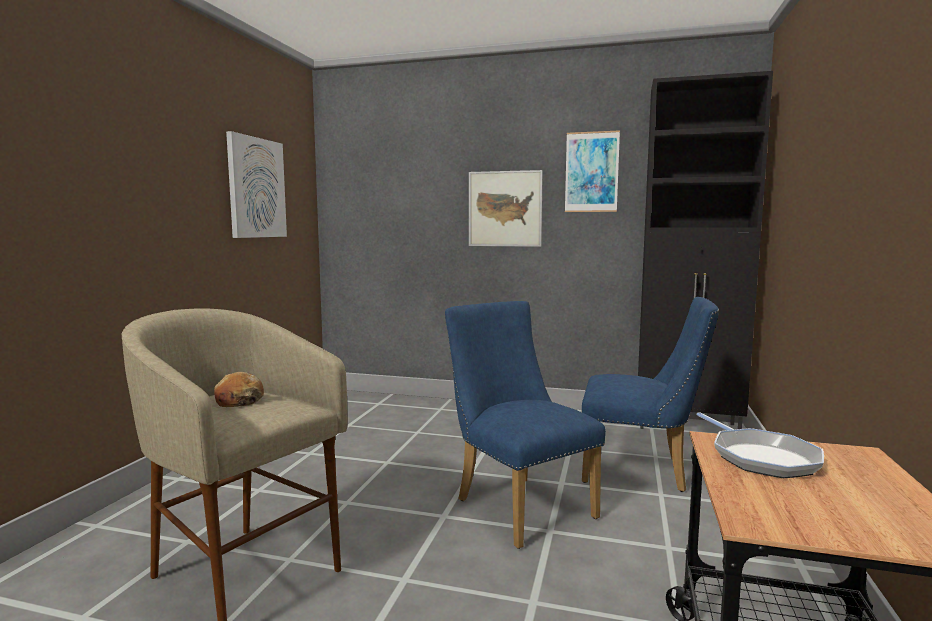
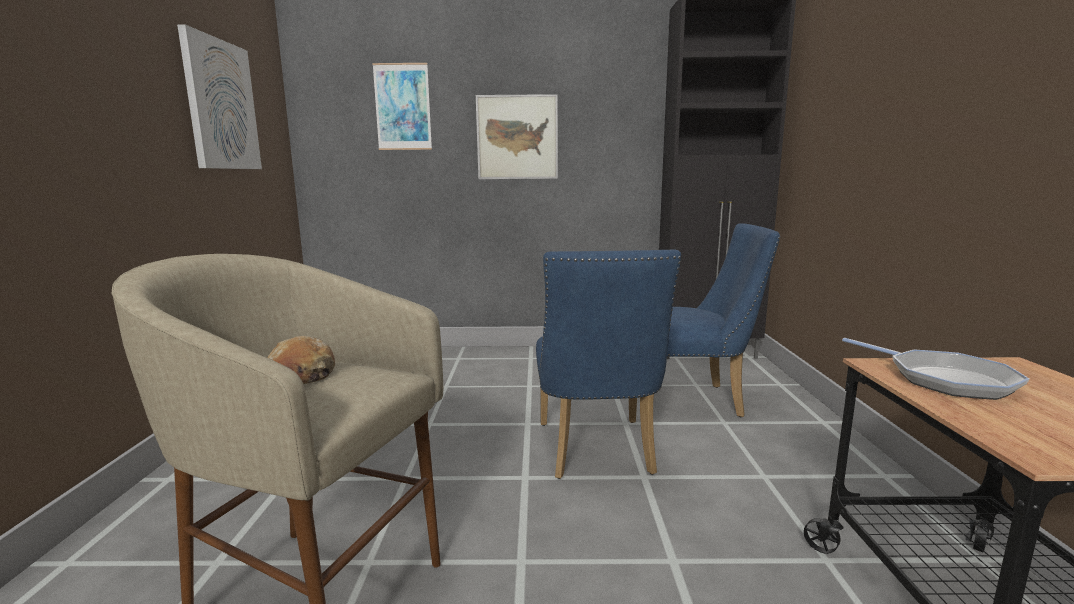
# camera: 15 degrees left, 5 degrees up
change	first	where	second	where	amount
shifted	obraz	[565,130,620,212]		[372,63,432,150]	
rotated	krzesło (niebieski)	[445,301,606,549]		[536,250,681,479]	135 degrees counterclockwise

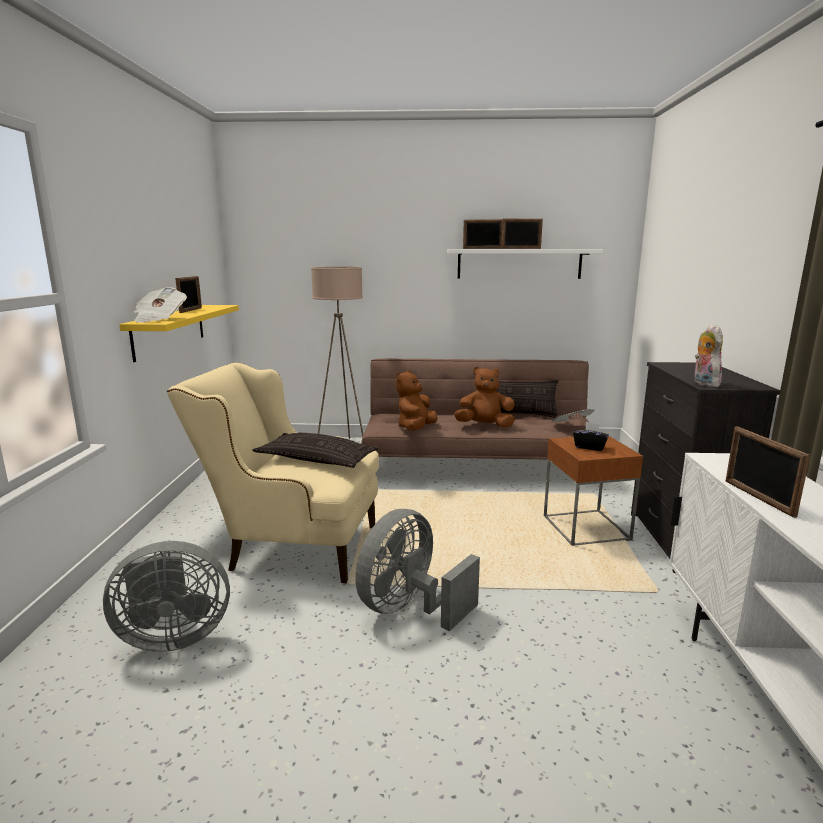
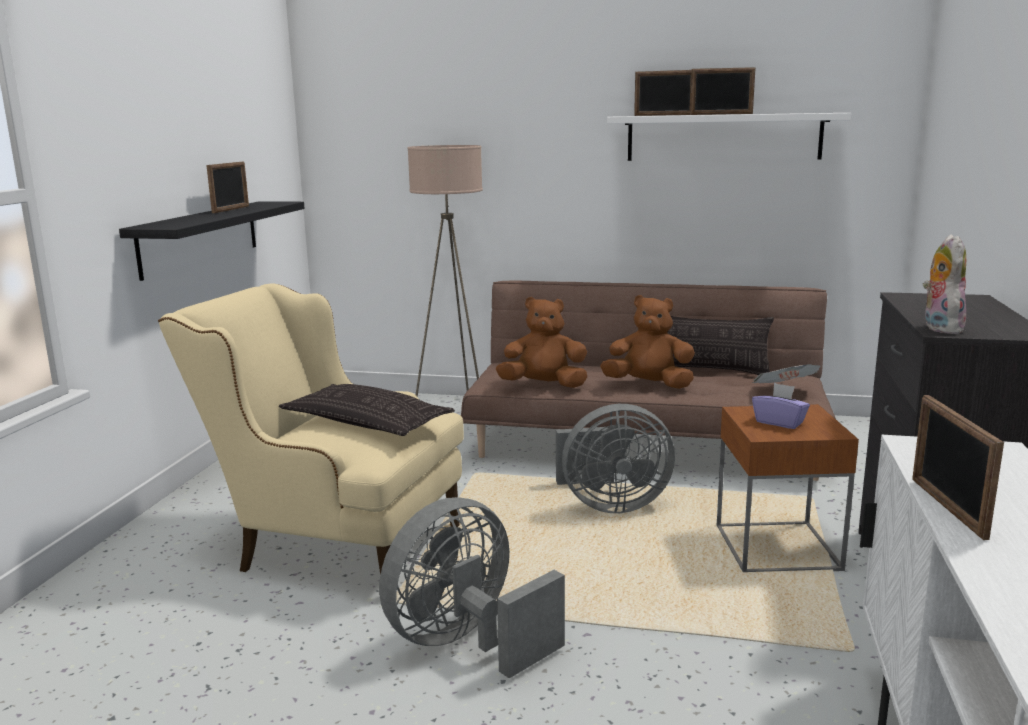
# camera: 10 degrees right, 0 degrees up
change	first	where	second	where	amount
repainted	półka (żółty)	[119,305,239,362]	półka (czarny)	[119,201,305,281]	
rotated	pluszak (brązowy)	[396,370,437,431]		[496,297,587,388]	60 degrees clockwise
shifted	wentylator (szary)	[103,541,230,652]		[556,404,675,513]	
repainted	pudełko chusteczek (czarny)	[573,422,609,451]	pudełko chusteczek (fioletowy)	[752,383,810,429]	
gone	gazeta	[134,287,187,323]			

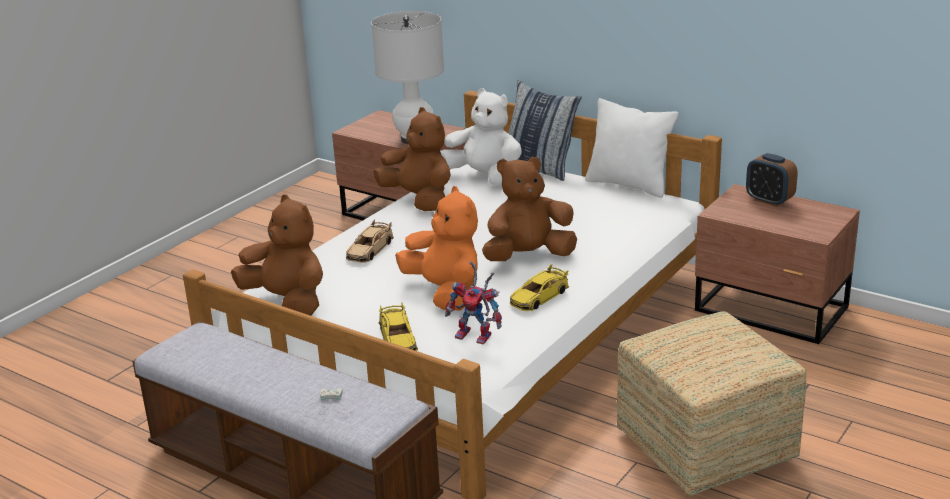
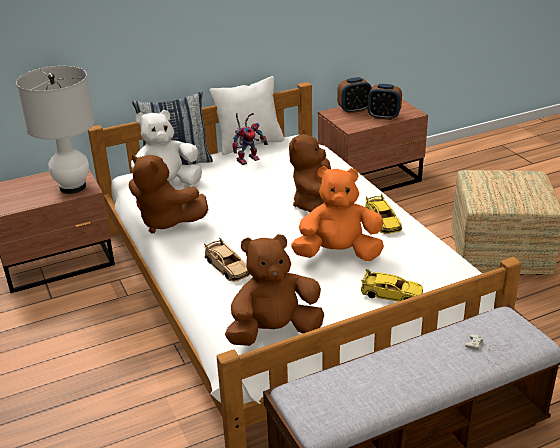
# camera: 60 degrees left, 5 degrees up
change	first	where	second	where	amount
rotated	pluszak (brązowy)	[373,107,451,211]		[129,155,208,234]	135 degrees counterclockwise
shifted	robot zabawkowy	[445,261,502,344]		[232,113,268,165]	
new			budzik	[368,84,402,120]	

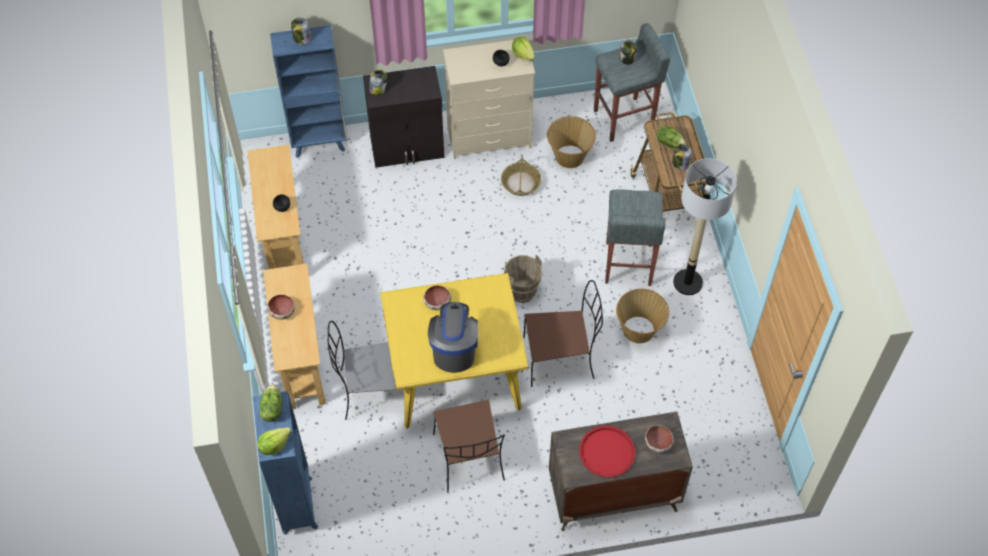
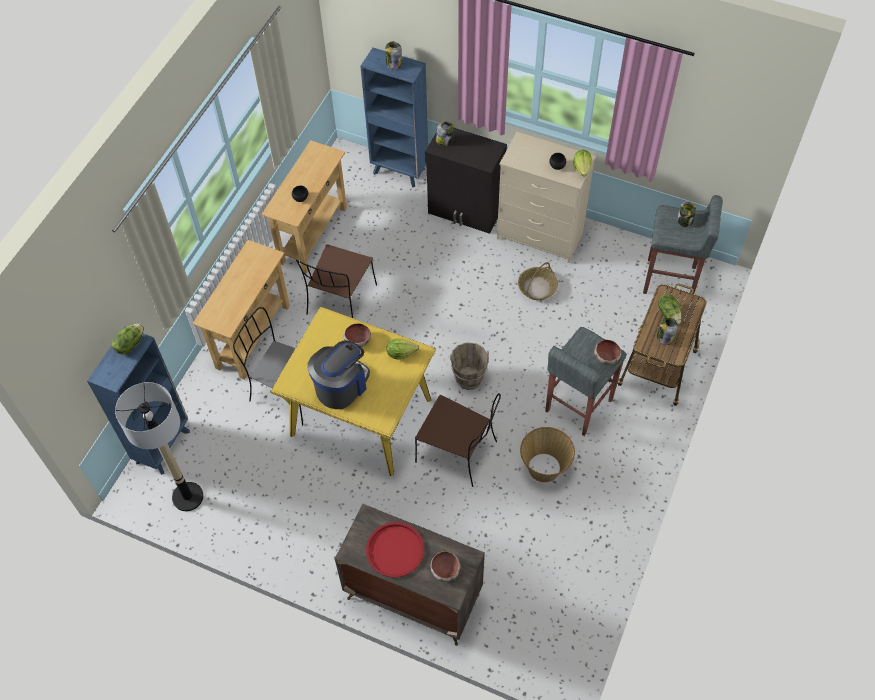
# camera: 35 degrees right, 0 degrees up
change	first	where	second	where	amount
shifted	lampa stojąca	[673,159,737,295]		[115,382,204,511]	
shifted	krzesło (brązowy)	[433,400,505,493]		[296,244,377,318]	
shifted	sałata	[257,427,291,455]		[387,339,419,359]	
shifted	miska	[267,295,295,320]		[594,340,621,365]	
gone	koszyk	[547,116,596,168]			

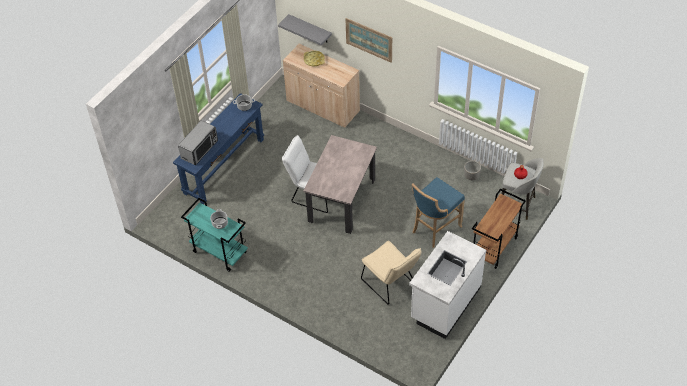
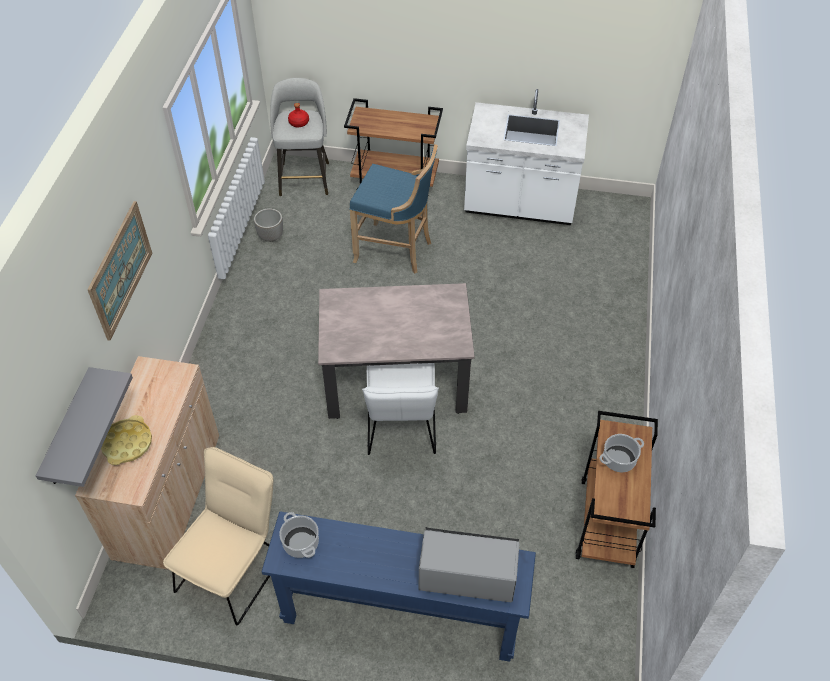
# camera: 115 degrees left, 0 degrees up
change	first	where	second	where	amount
shifted	krzesło (beżowy)	[361,241,421,305]		[163,447,274,625]	
repainted	wózek (turkusowy)	[181,198,248,272]	wózek (brązowy)	[576,411,658,568]	

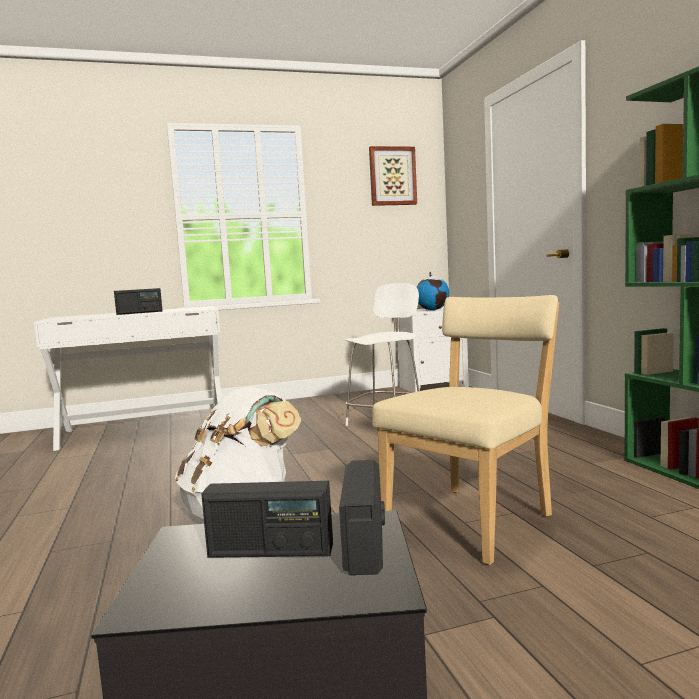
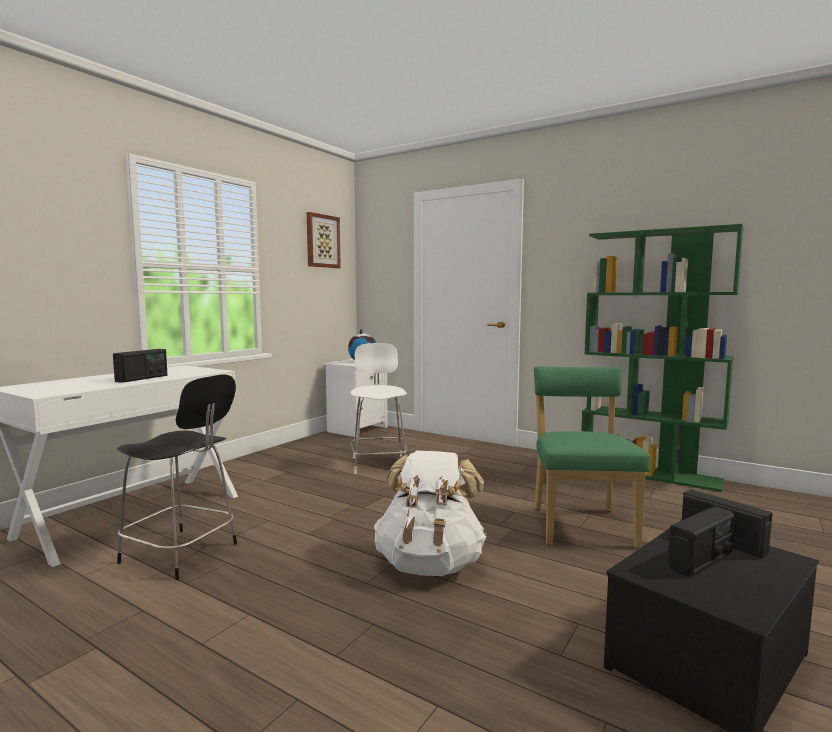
# camera: 40 degrees left, 0 degrees up
change	first	where	second	where	amount
new			krzesło (czarny)	[117,374,237,580]	
repainted	krzesło (beżowy)	[372,295,559,565]	krzesło (zielony)	[534,366,650,548]	

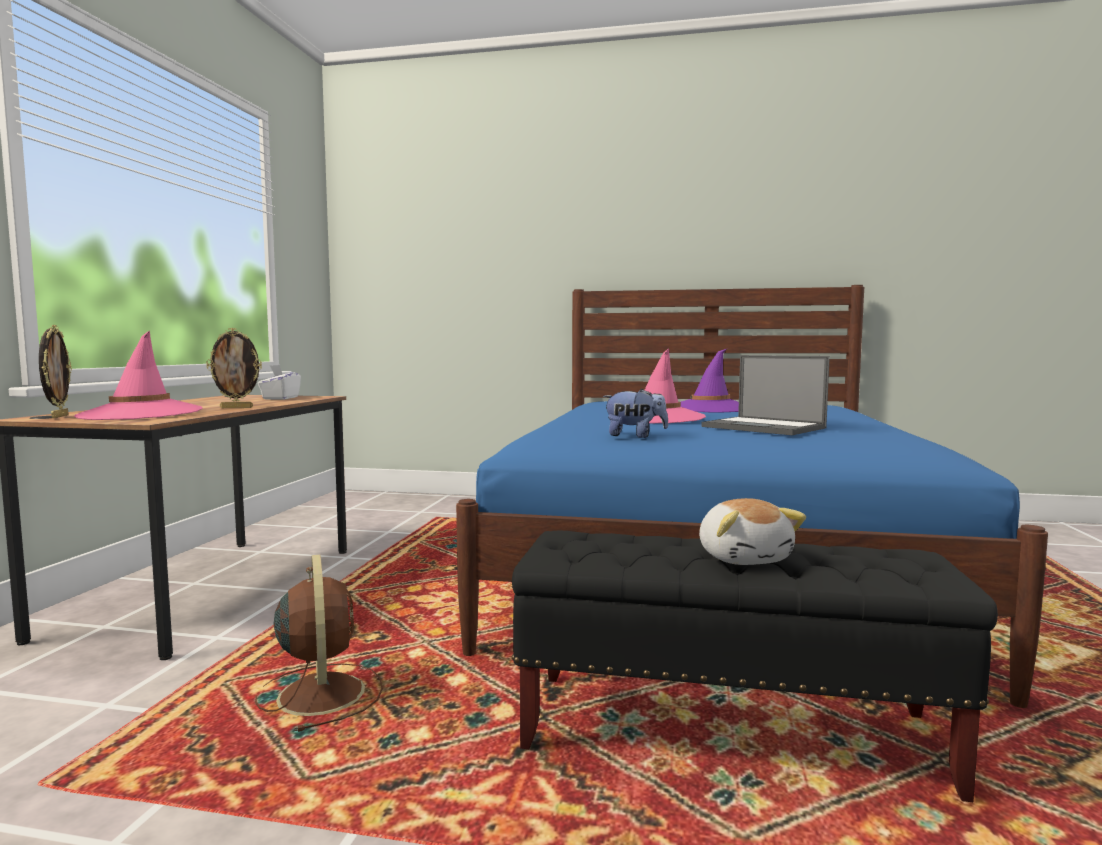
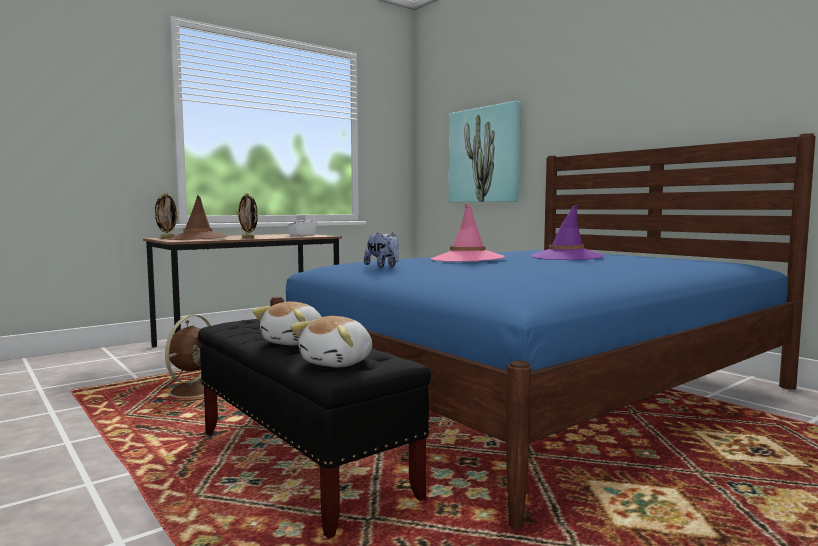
# camera: 40 degrees right, 0 degrees up
change	first	where	second	where	amount
repainted	kapelusz (różowy)	[74,330,203,420]	kapelusz (brązowy)	[167,195,228,240]	
new			pluszak	[290,316,372,367]	
new			obraz	[449,101,521,202]	
gone	laptop	[701,355,830,435]			

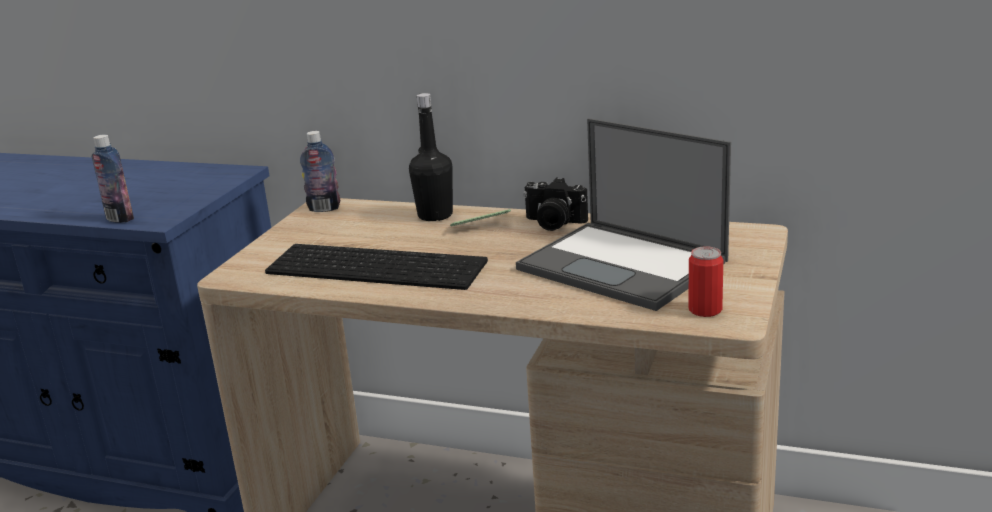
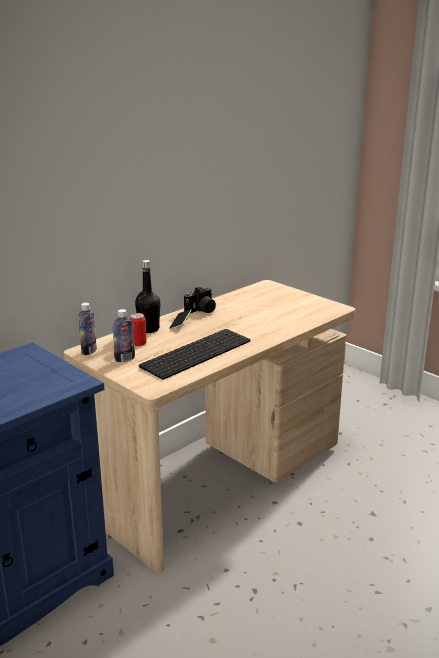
# camera: 65 degrees left, 0 degrees up
change	first	where	second	where	amount
shifted	butelka	[91,134,134,223]		[113,309,135,362]	
shifted	puszka	[688,246,723,317]		[130,313,147,346]	
gone	laptop	[516,118,731,311]			

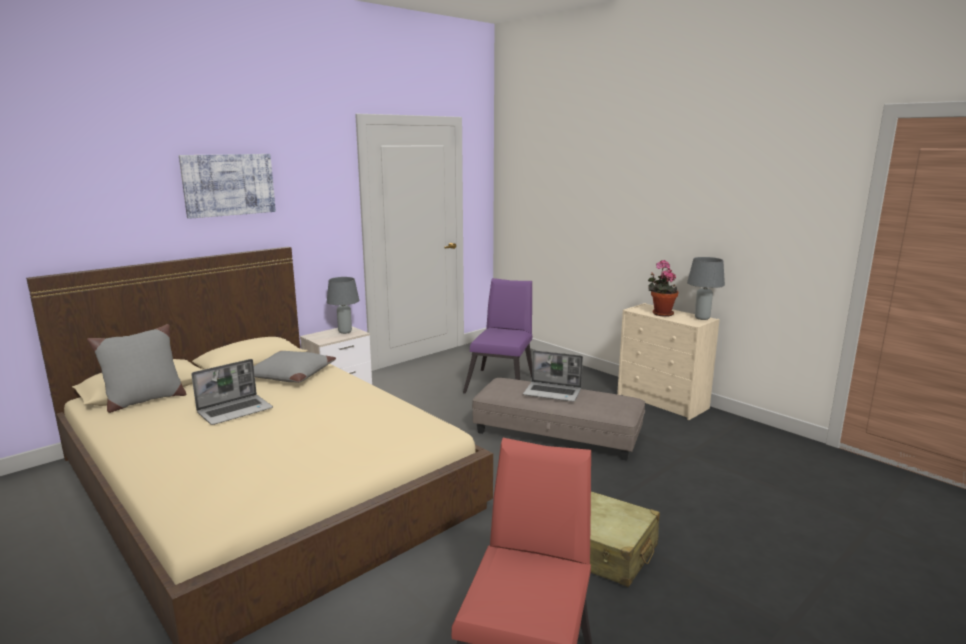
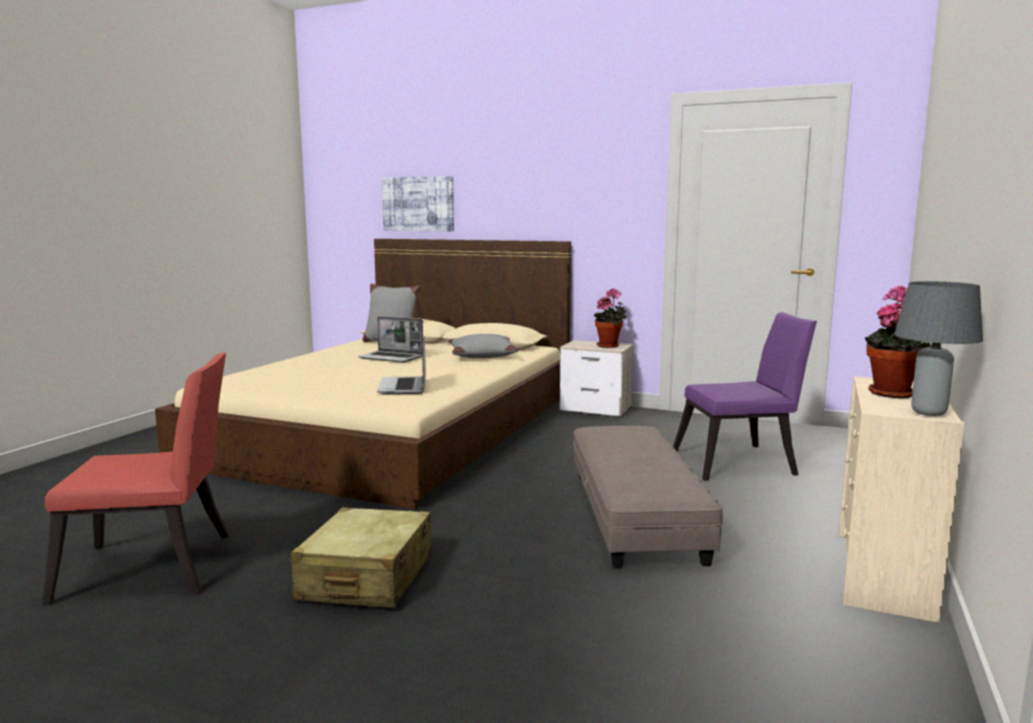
# camera: 65 degrees right, 5 degrees down
change	first	where	second	where	amount
shifted	laptop	[523,350,583,402]		[377,337,426,394]	
shifted	obraz	[179,154,276,219]		[382,176,454,231]	
swapped	lampa stołowa (szary)	[327,277,359,334]	roślina doniczkowa	[594,288,626,348]	

